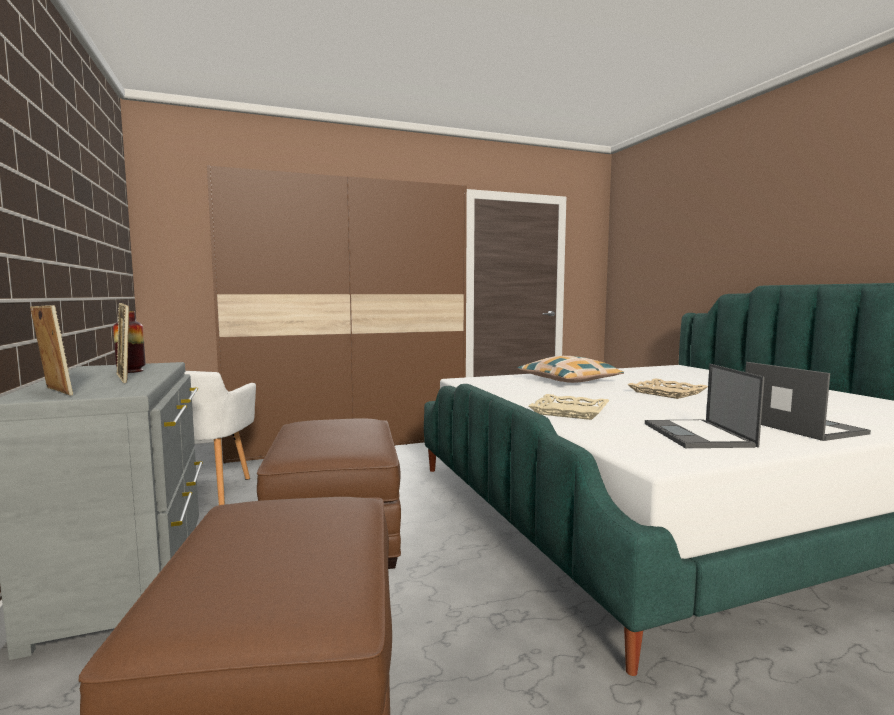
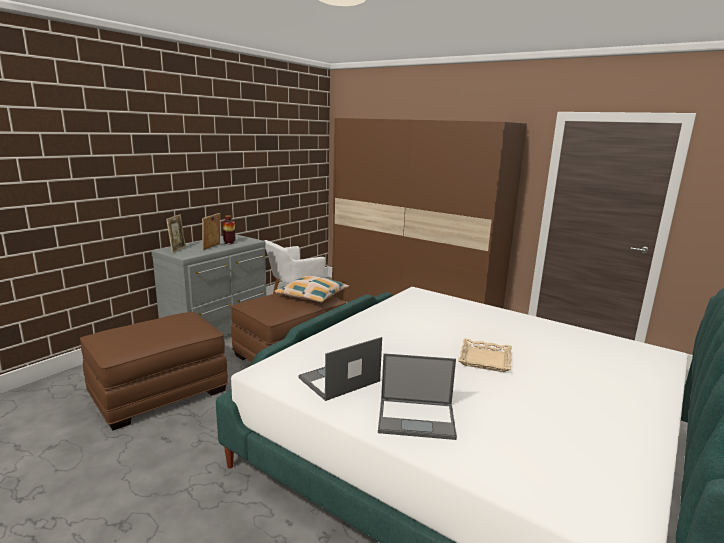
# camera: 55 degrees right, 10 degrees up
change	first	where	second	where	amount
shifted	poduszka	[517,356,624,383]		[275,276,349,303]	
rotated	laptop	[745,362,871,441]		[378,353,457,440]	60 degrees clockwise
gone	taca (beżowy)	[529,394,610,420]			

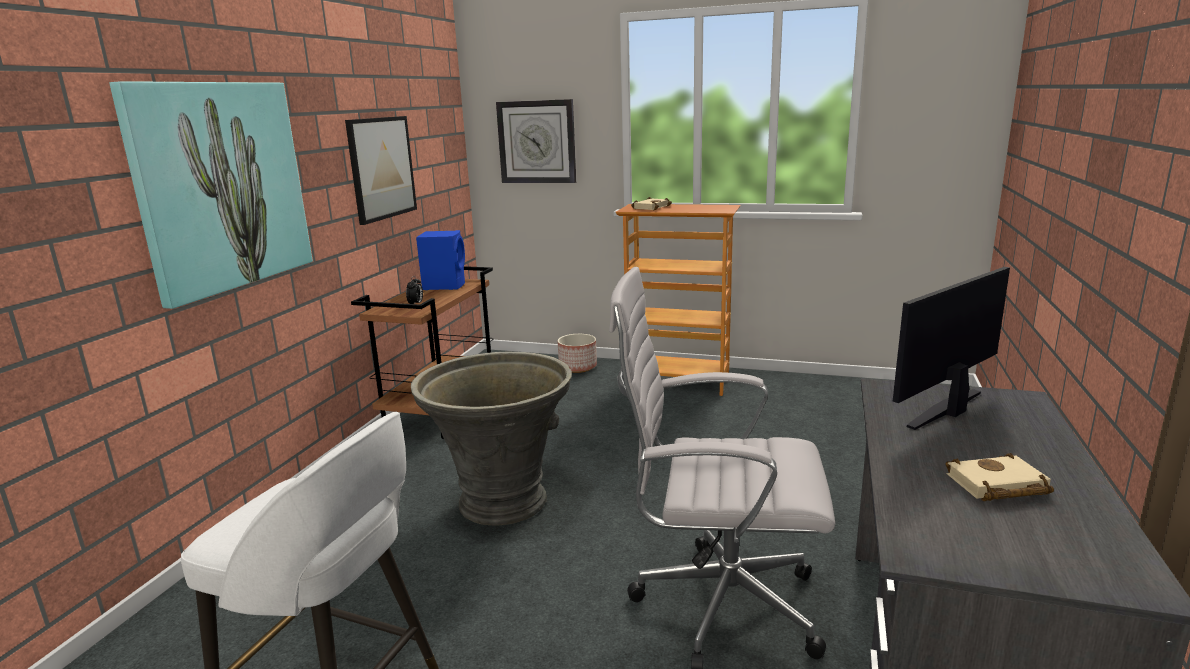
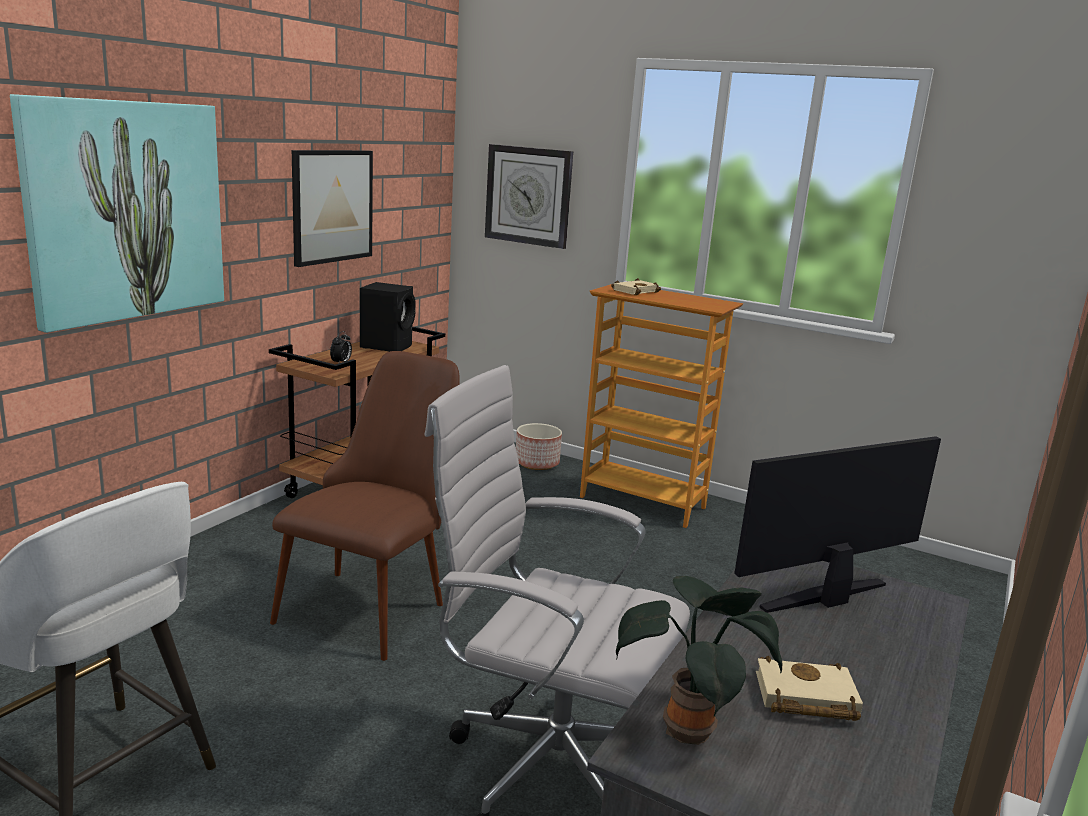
# camera: 10 degrees right, 0 degrees up
change	first	where	second	where	amount
swapped	donica (szary)	[411,352,572,526]	krzesło (brązowy)	[270,351,460,661]	
repainted	głośnik (niebieski)	[416,230,465,290]	głośnik (czarny)	[360,282,416,352]	
new			roślina doniczkowa	[616,576,783,745]	

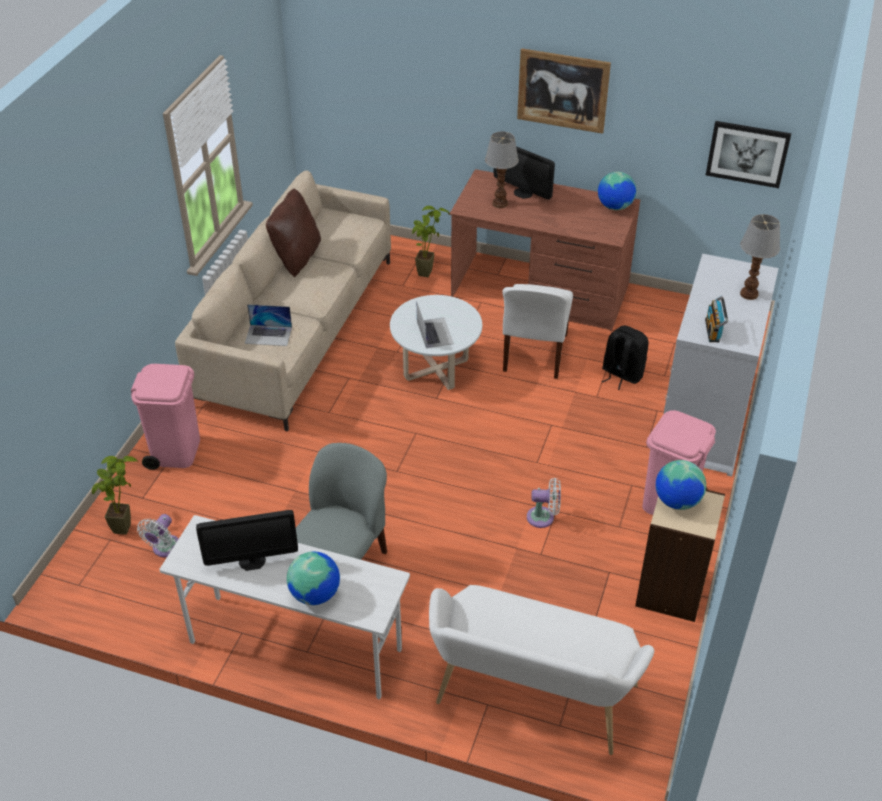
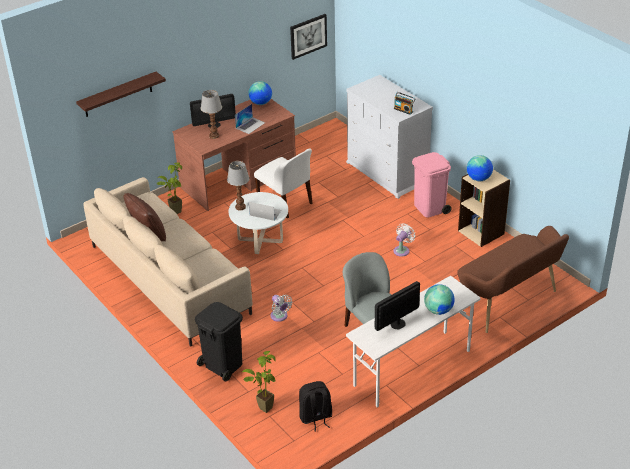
# camera: 55 degrees left, 5 degrees down
change	first	where	second	where	amount
new			półka	[76,72,166,117]	
repainted	kosz na śmieci (różowy)	[131,364,200,470]	kosz na śmieci (czarny)	[195,302,243,382]	
shifted	lampa stołowa	[740,214,780,300]		[227,161,250,211]	
shifted	laptop	[245,304,292,346]		[235,104,265,134]	
shifted	wentylator (biały)	[137,514,179,557]		[270,295,293,322]	
shifted	plecak (czarny)	[602,326,649,390]		[299,381,332,432]	
rotated	monitor	[196,510,298,571]		[375,281,420,331]	150 degrees counterclockwise
repainted	ławka (biały)	[429,585,654,755]	ławka (brązowy)	[458,226,569,333]	
gone	obraz	[517,48,611,134]			

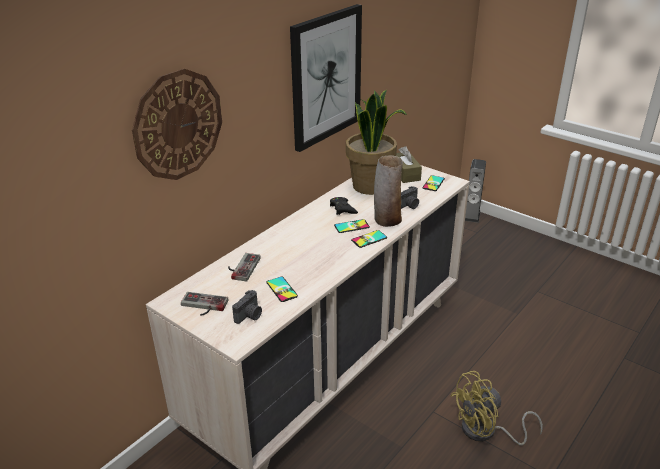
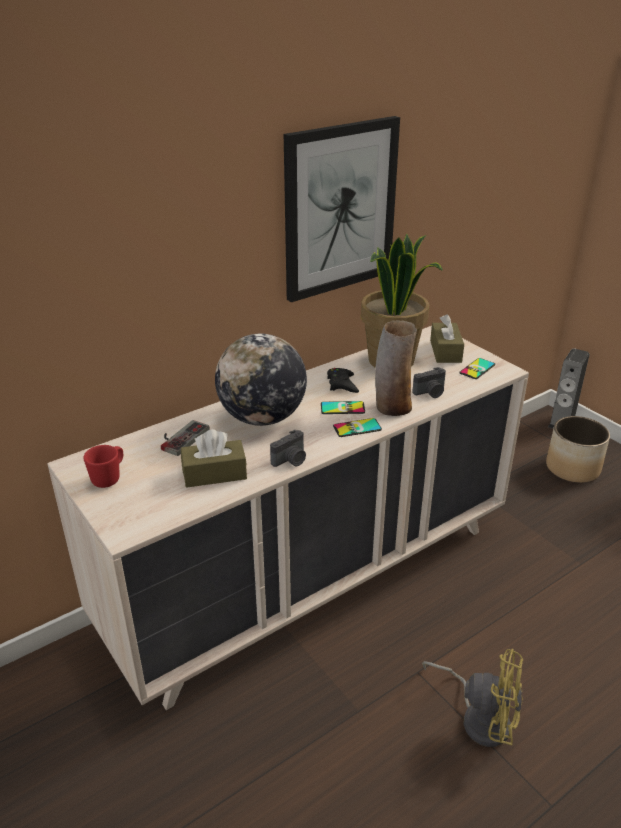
# camera: 15 degrees right, 0 degrees up
change	first	where	second	where	amount
swapped	pad do gier	[181,292,228,316]	kubek (czerwony)	[84,445,123,488]	
swapped	telefon	[266,277,298,302]	pudełko chusteczek (brązowy)	[181,429,247,488]	
new			globus	[215,334,307,426]	
shifted	aparat fotograficzny	[232,290,262,324]		[270,430,306,467]	
rotated	wentylator (żółty)	[450,371,543,446]		[422,649,523,747]	150 degrees counterclockwise
new			donica	[546,416,610,483]	
gone	zegar ścienny	[132,68,222,180]			

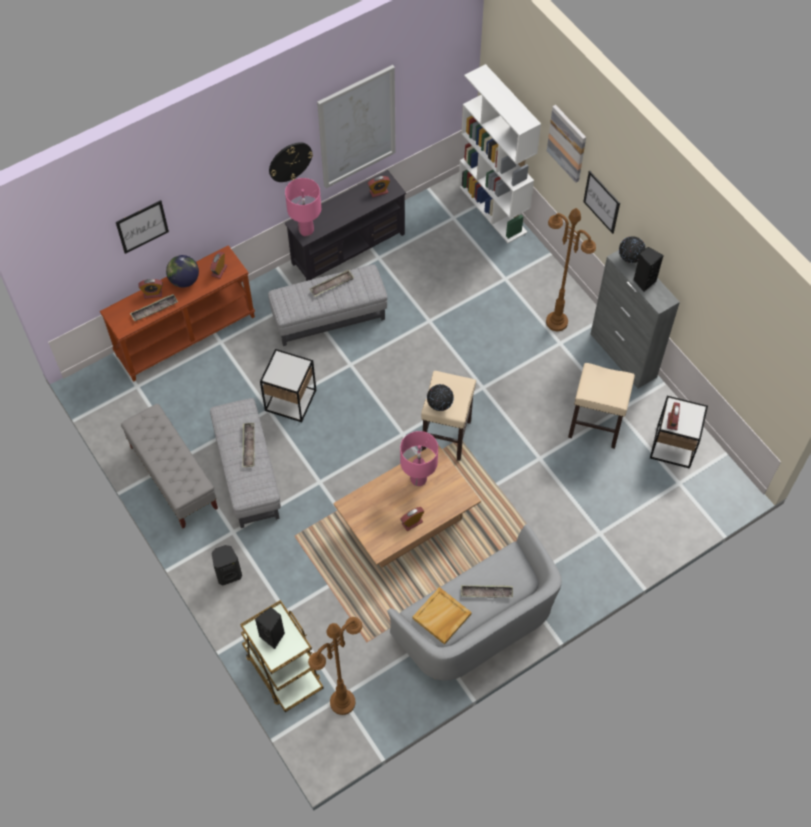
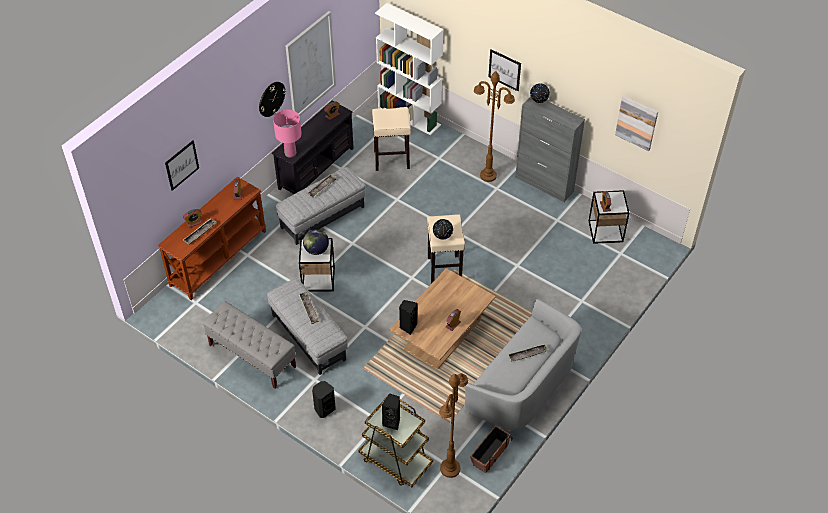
# camera: 20 degrees left, 10 degrees down
change	first	where	second	where	amount
shifted	globus	[166,255,199,288]		[303,229,329,255]	
shifted	stołek (beżowy)	[568,363,635,449]		[372,107,411,171]	
shifted	głośnik (czarny)	[634,247,664,292]		[399,300,417,335]	
new			donica	[470,425,513,473]	
shifted	obraz	[547,105,586,183]		[615,96,658,151]	
gone	lampa stołowa (różowy)	[400,431,438,486]			
gone	taca (beżowy)	[412,587,472,645]			

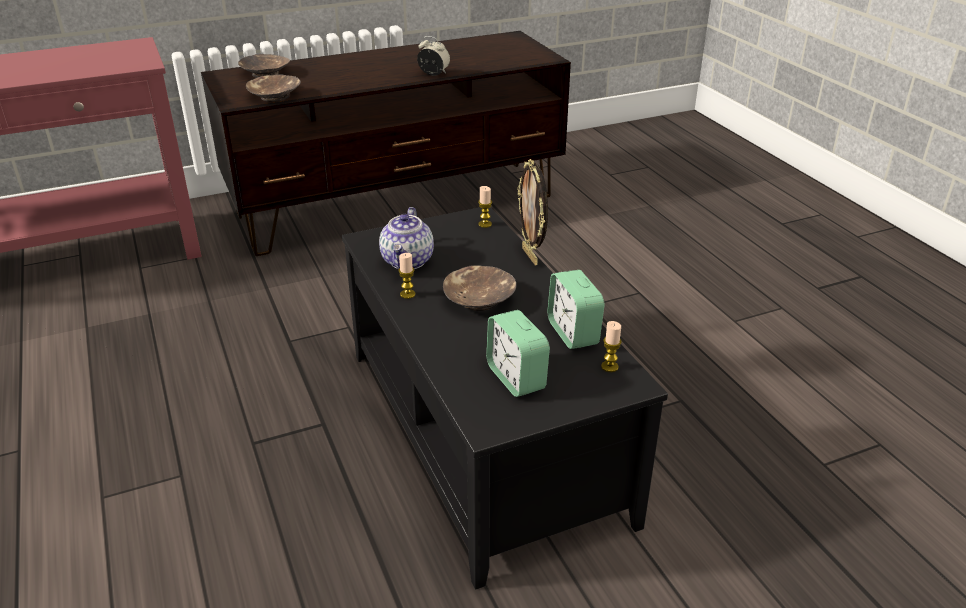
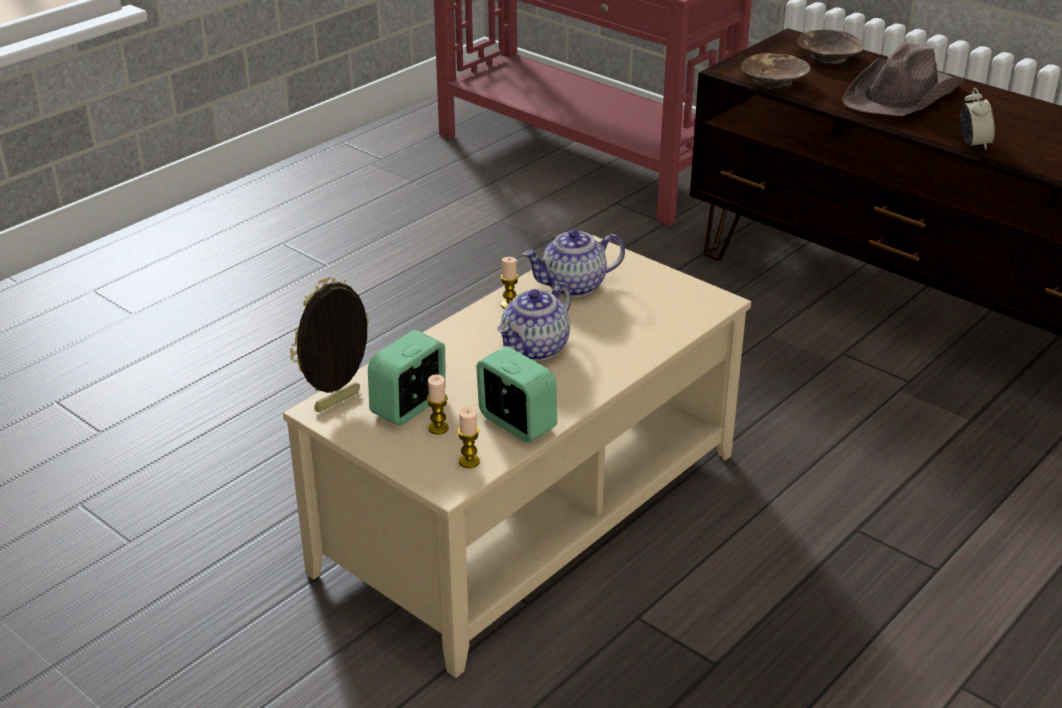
# camera: 65 degrees right, 0 degrees up
change	first	where	second	where	amount
repainted	ława (czarny)	[342,207,668,589]	ława (beżowy)	[283,235,751,678]	
shifted	ramka na zdjęcie	[517,159,548,266]		[290,277,370,412]	
shifted	świeca	[478,186,492,228]		[427,374,449,434]	
rotated	budzik	[547,270,604,349]		[476,346,557,442]	90 degrees clockwise
swapped	miska (brązowy)	[443,265,516,311]	imbryk	[498,282,571,361]	
new			kapelusz (brązowy)	[842,43,965,116]	

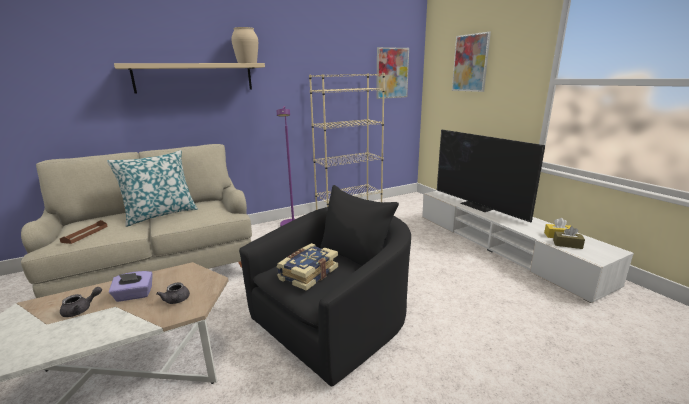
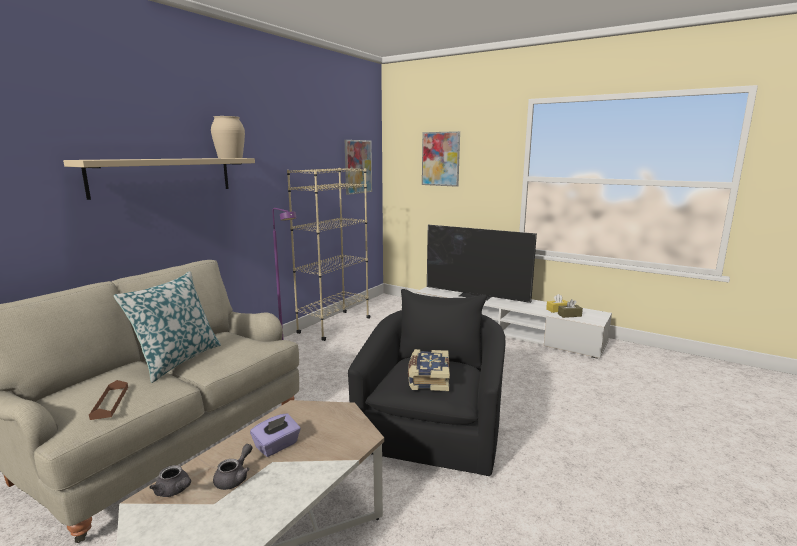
# camera: 30 degrees left, 5 degrees down
change	first	where	second	where	amount
shifted	imbryk (szary)	[156,283,190,304]		[149,465,191,497]	

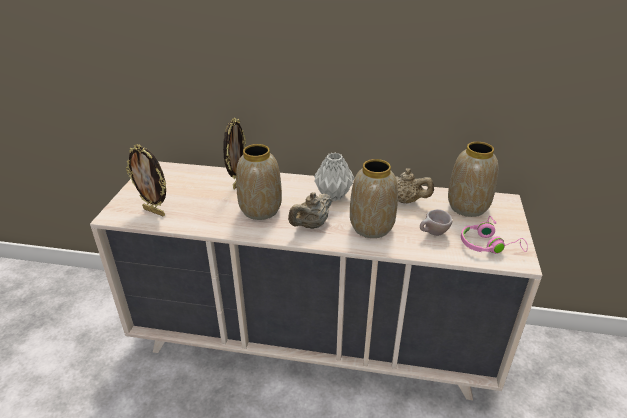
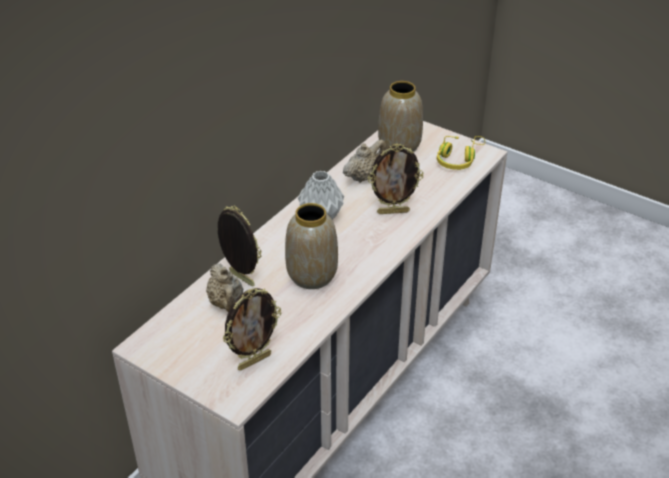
# camera: 65 degrees left, 5 degrees up
change	first	where	second	where	amount
shifted	imbryk (beżowy)	[288,192,332,229]		[206,263,243,312]	
swapped	wazon	[350,159,398,238]	ramka na zdjęcie	[368,144,423,214]	
repainted	słuchawki (różowy)	[461,216,528,254]	słuchawki (żółty)	[437,136,485,170]	
gone	filiżanka (beżowy)	[420,209,453,236]			

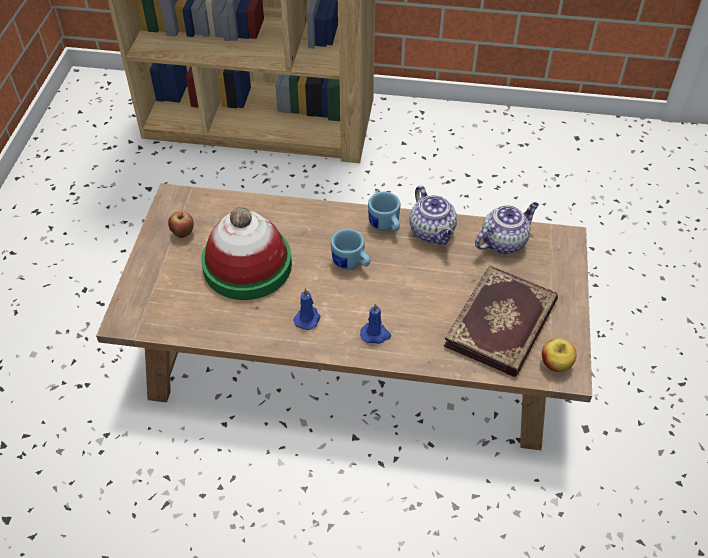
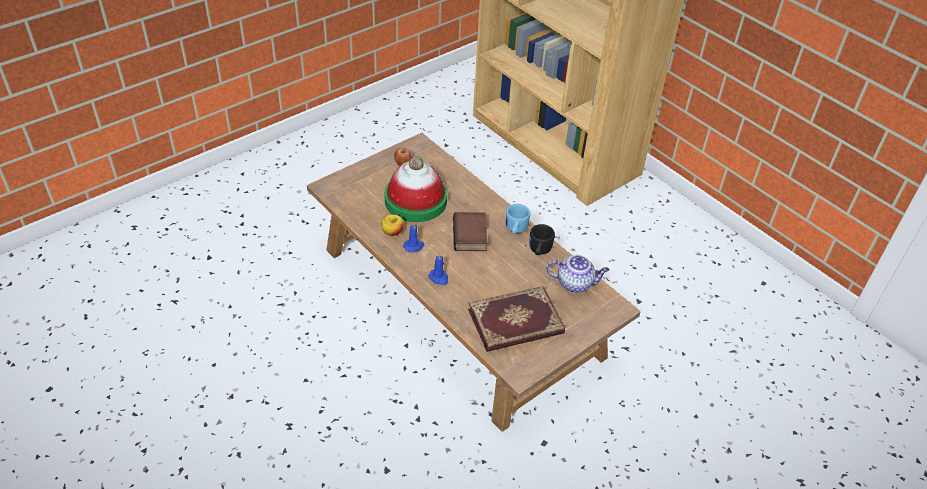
# camera: 40 degrees right, 5 degrees down
change	first	where	second	where	amount
shifted	jabłko	[542,338,577,372]		[381,214,404,236]	
swapped	kubek (niebieski)	[331,229,370,270]	książka	[453,212,487,251]	
swapped	imbryk	[409,186,457,245]	kubek (czarny)	[529,224,555,255]	

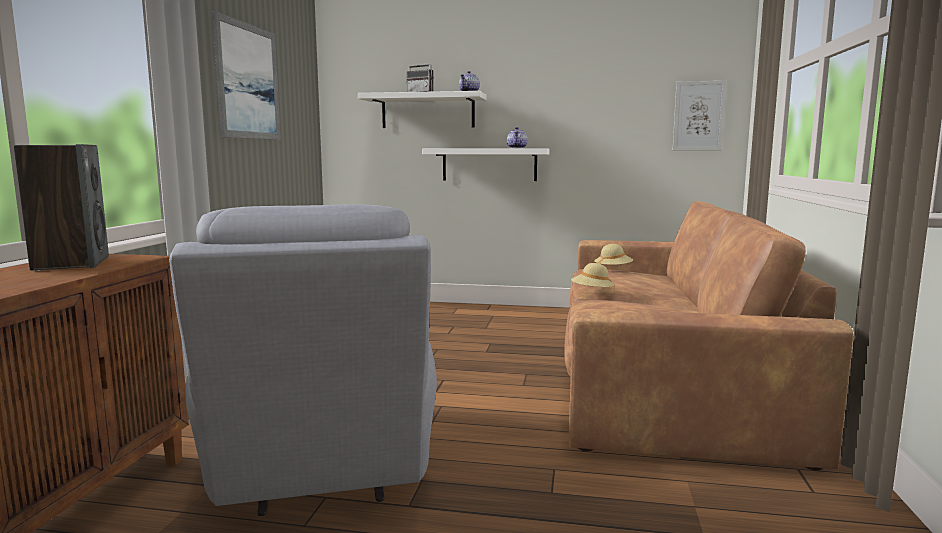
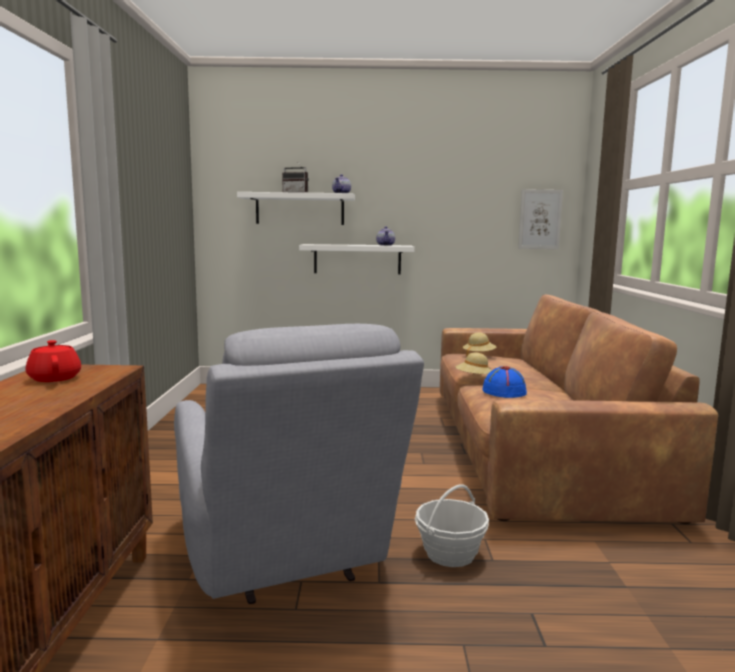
# camera: 10 degrees left, 0 degrees up
change	first	where	second	where	amount
swapped	głośnik	[14,144,109,271]	imbryk (czerwony)	[26,340,81,382]	
new			koszyk	[415,484,489,567]	
new			kapelusz (niebieski)	[482,366,527,398]	
gone	obraz	[212,11,281,140]			

